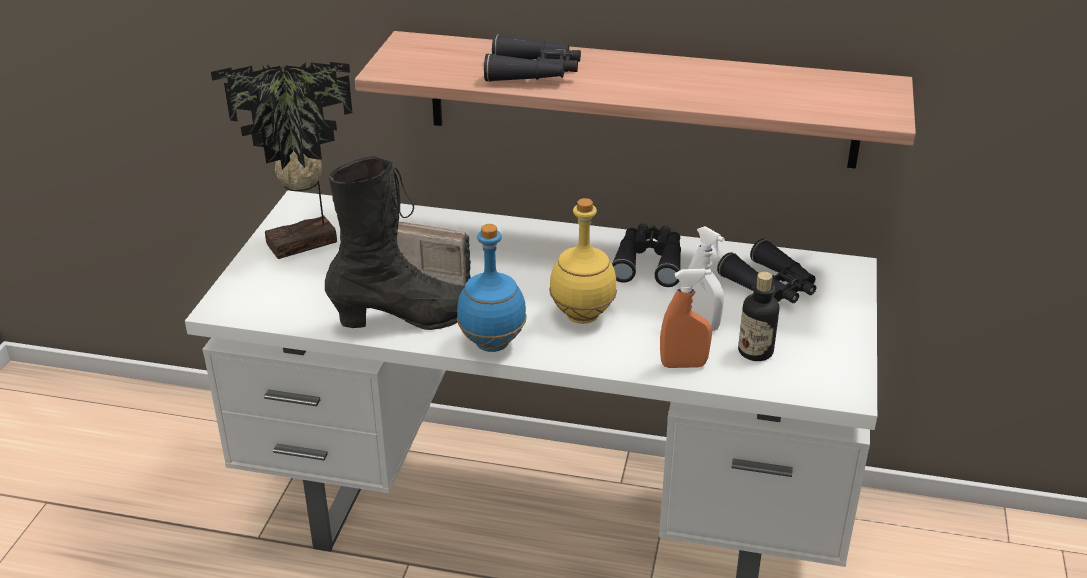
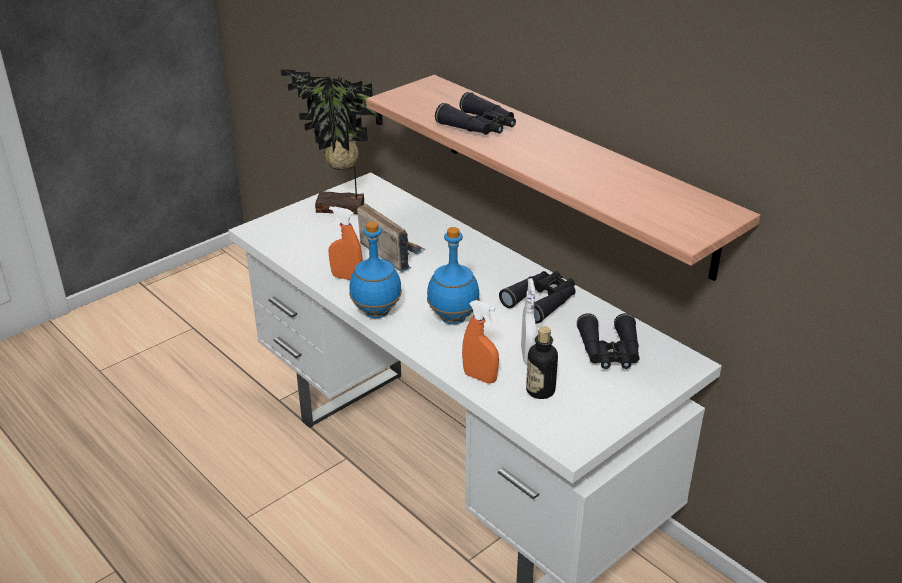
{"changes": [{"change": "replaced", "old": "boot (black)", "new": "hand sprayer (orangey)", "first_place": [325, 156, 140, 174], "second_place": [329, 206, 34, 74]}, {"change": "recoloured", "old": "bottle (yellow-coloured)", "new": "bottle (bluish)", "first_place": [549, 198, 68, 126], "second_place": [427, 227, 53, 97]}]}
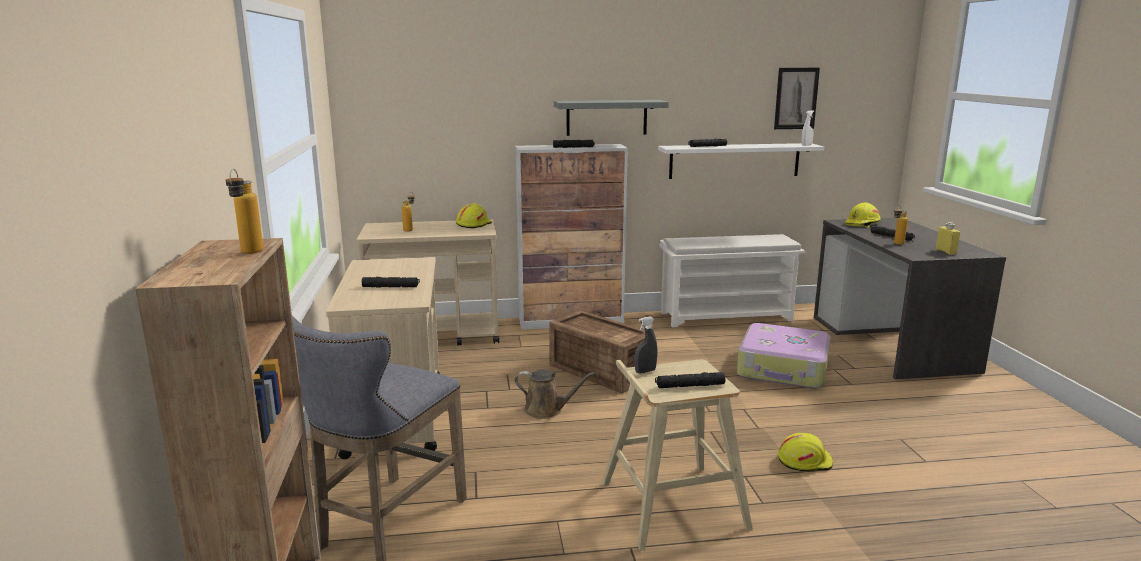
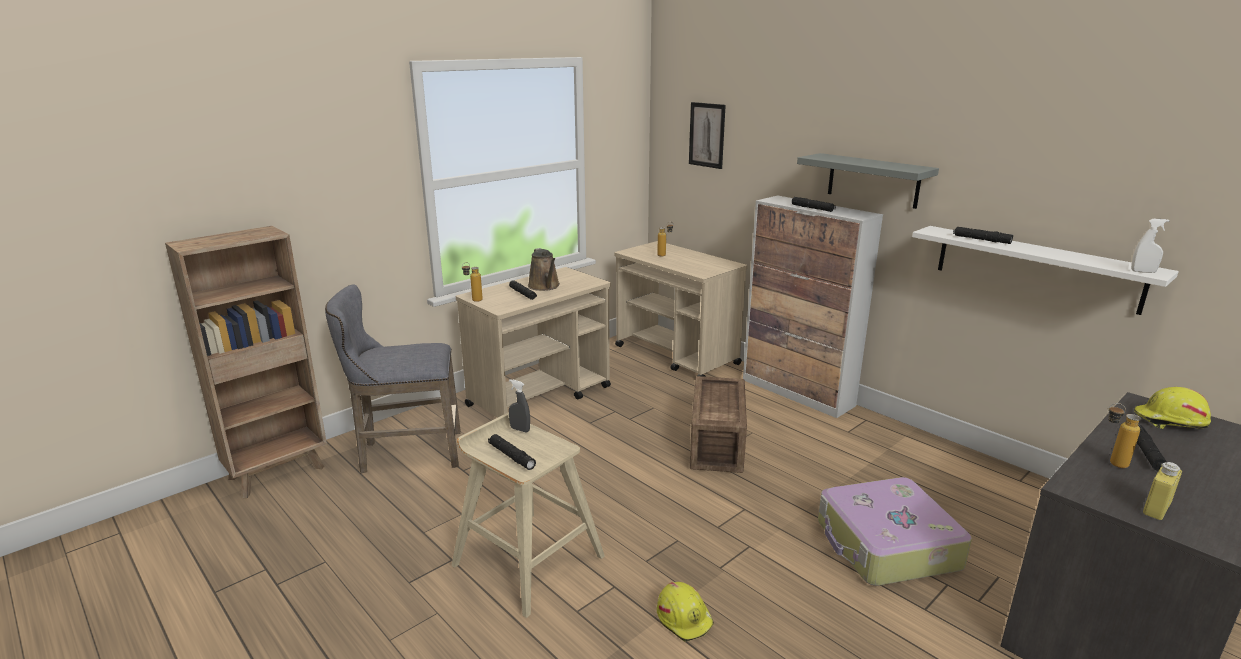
{"changes": [{"change": "moved", "old": "bottle", "first_place": [226, 169, 37, 85], "second_place": [462, 262, 21, 40]}, {"change": "removed", "old": "hard hat (yellow-coloured)", "first_place": [456, 203, 36, 26]}, {"change": "moved", "old": "watering can (brownish)", "first_place": [515, 370, 80, 49], "second_place": [528, 248, 32, 43]}, {"change": "removed", "old": "shoe rack (white-coloured)", "first_place": [659, 234, 147, 93]}, {"change": "moved", "old": "picture", "first_place": [774, 68, 46, 61], "second_place": [689, 102, 37, 67]}]}
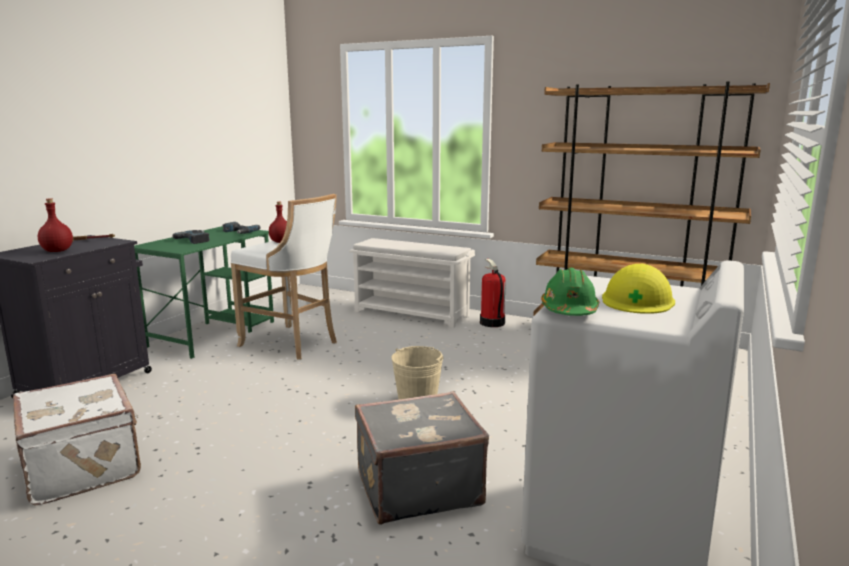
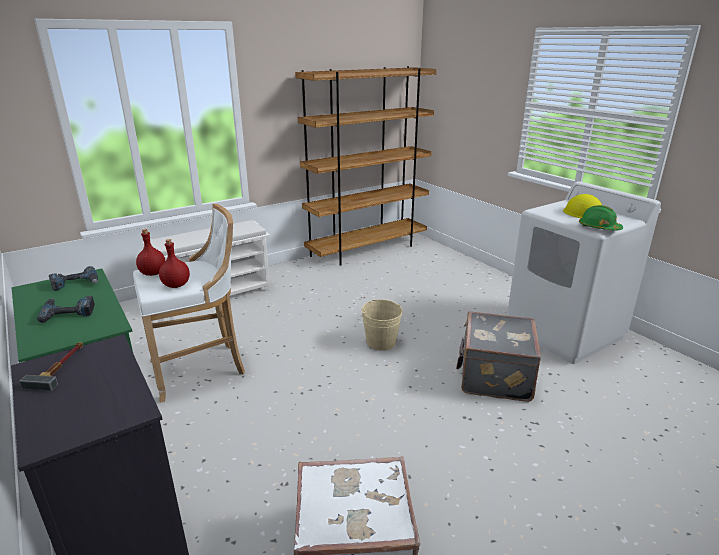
{"changes": [{"change": "moved", "old": "bottle (reddish)", "first_place": [38, 198, 35, 54], "second_place": [159, 239, 31, 49]}, {"change": "removed", "old": "fire-fighting cylinder", "first_place": [480, 259, 26, 68]}]}
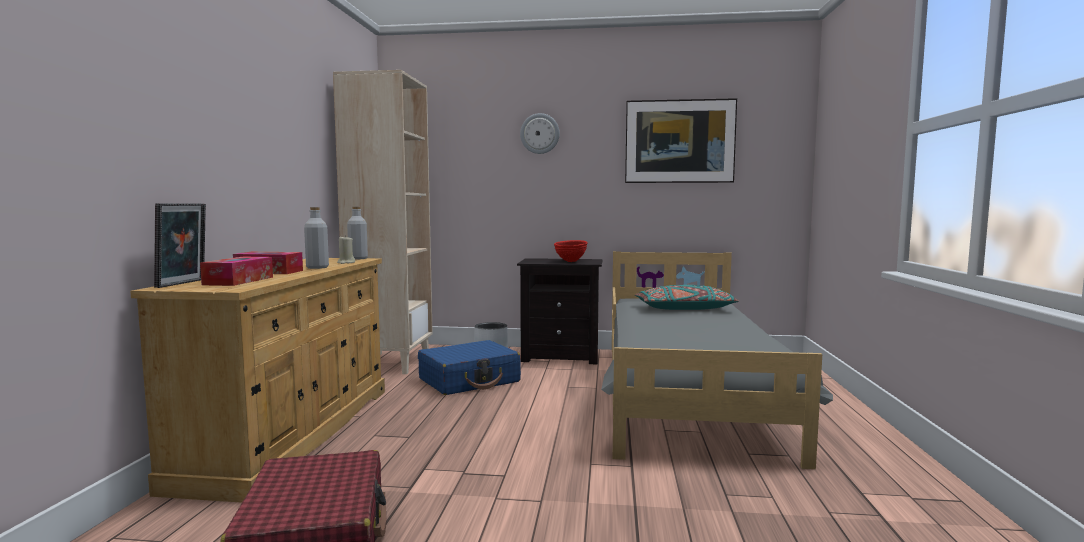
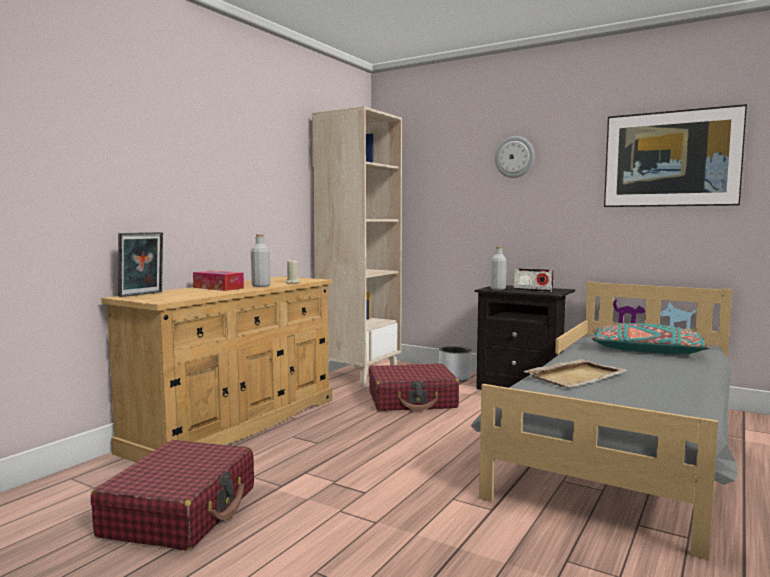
{"changes": [{"change": "removed", "old": "tissue holder", "first_place": [200, 257, 73, 29]}, {"change": "moved", "old": "bottle (gray)", "first_place": [347, 207, 21, 53], "second_place": [490, 246, 17, 44]}, {"change": "recoloured", "old": "piece of luggage (bluish)", "new": "piece of luggage (reddish)", "first_place": [418, 340, 103, 55], "second_place": [369, 364, 90, 47]}, {"change": "replaced", "old": "bowl (reddish)", "new": "radio receiver", "first_place": [554, 240, 34, 22], "second_place": [513, 268, 41, 24]}, {"change": "added", "new": "carrying tray (sand-coloured)", "second_place": [523, 359, 105, 28]}]}
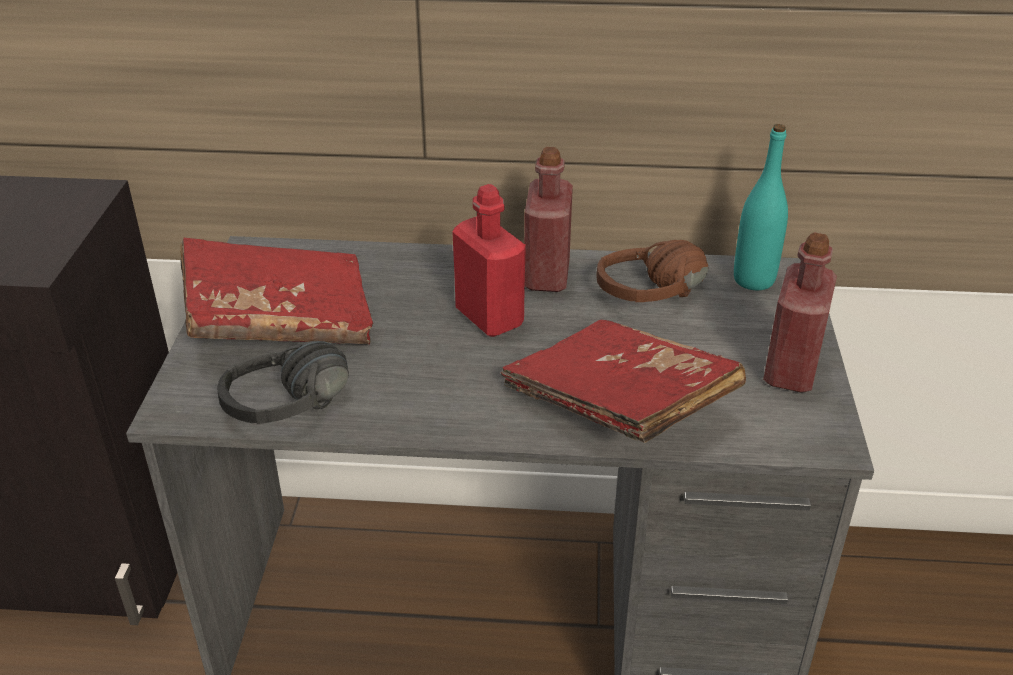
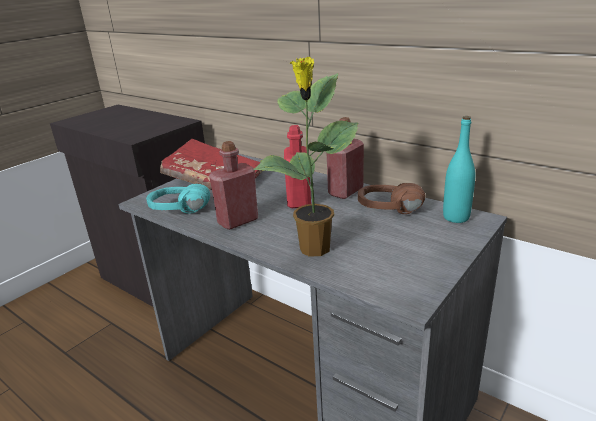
{"changes": [{"change": "recoloured", "old": "headset (black)", "new": "headset (turquoise)", "first_place": [217, 341, 132, 83], "second_place": [146, 184, 64, 30]}, {"change": "replaced", "old": "bound book (reddish)", "new": "houseplant", "first_place": [501, 320, 245, 123], "second_place": [254, 57, 104, 199]}, {"change": "moved", "old": "bottle (reddish)", "first_place": [763, 232, 74, 161], "second_place": [209, 141, 49, 89]}]}
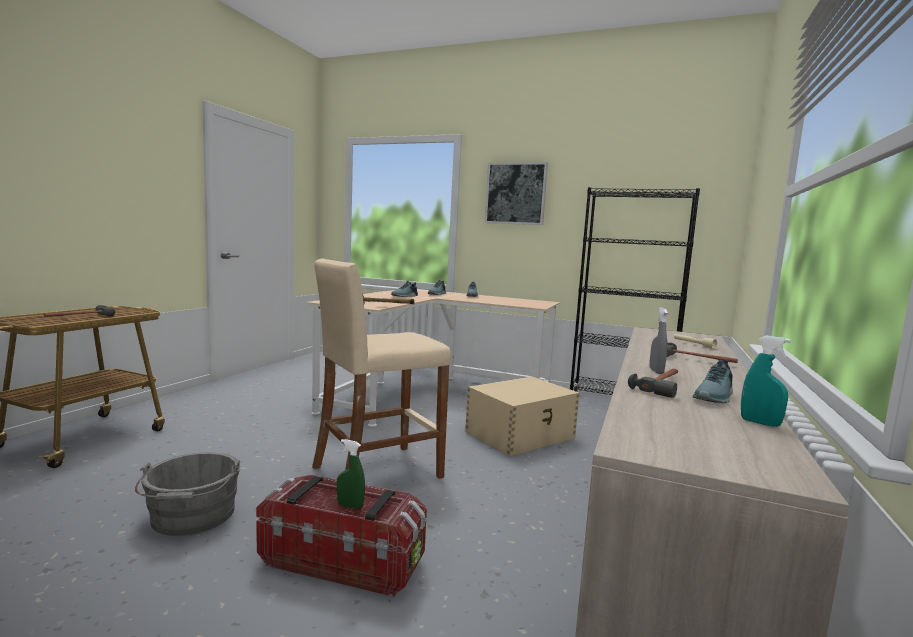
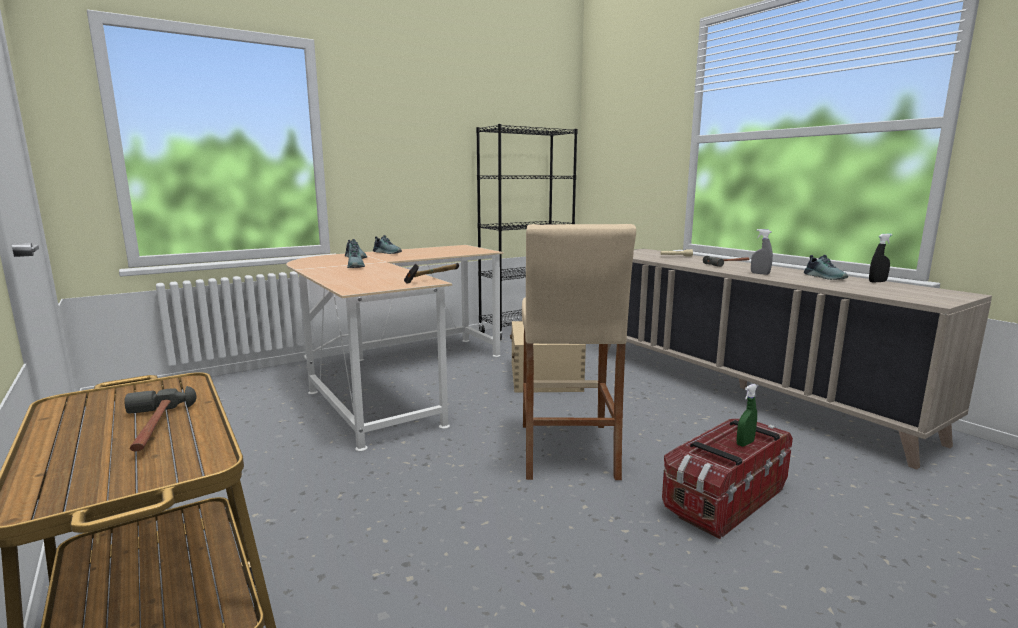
{"changes": [{"change": "removed", "old": "water bucket (gray)", "first_place": [135, 452, 105, 84]}, {"change": "removed", "old": "picture", "first_place": [485, 162, 63, 63]}, {"change": "removed", "old": "hand hammer", "first_place": [628, 369, 50, 29]}, {"change": "recoloured", "old": "hand sprayer (turquoise)", "new": "hand sprayer (black)", "first_place": [741, 335, 50, 92], "second_place": [869, 233, 24, 49]}]}
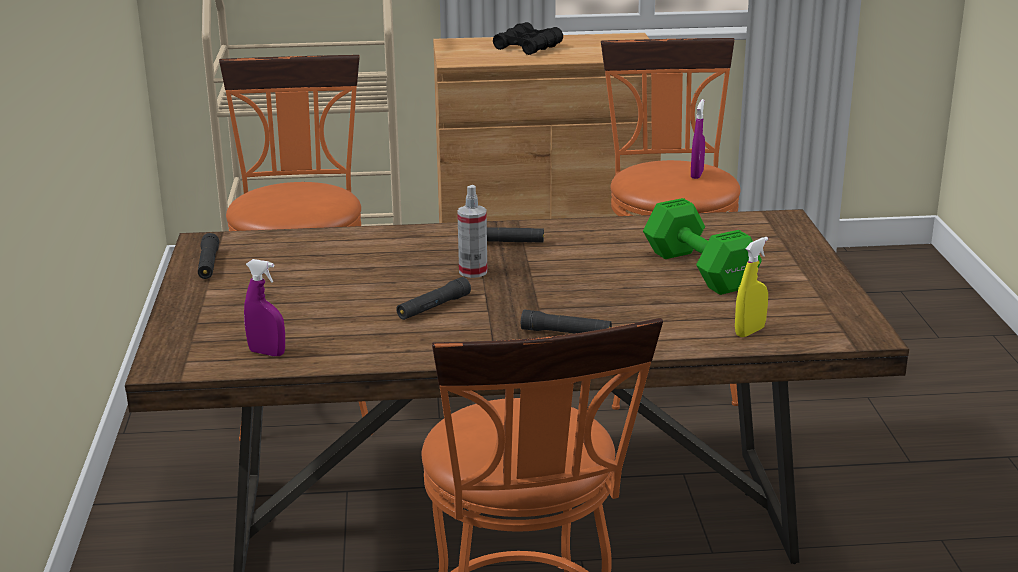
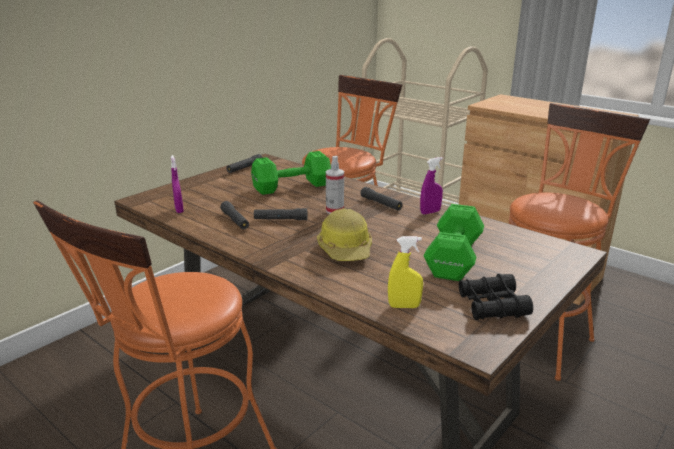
{"changes": [{"change": "moved", "old": "pair of binoculars (black)", "first_place": [493, 22, 70, 33], "second_place": [459, 274, 74, 46]}, {"change": "moved", "old": "torch (black)", "first_place": [521, 310, 91, 23], "second_place": [220, 201, 29, 28]}, {"change": "moved", "old": "hand sprayer (purple)", "first_place": [691, 99, 14, 80], "second_place": [420, 157, 23, 57]}, {"change": "added", "new": "free weight (green-coloured)", "second_place": [251, 151, 80, 44]}, {"change": "added", "new": "hard hat", "second_place": [317, 208, 55, 53]}]}
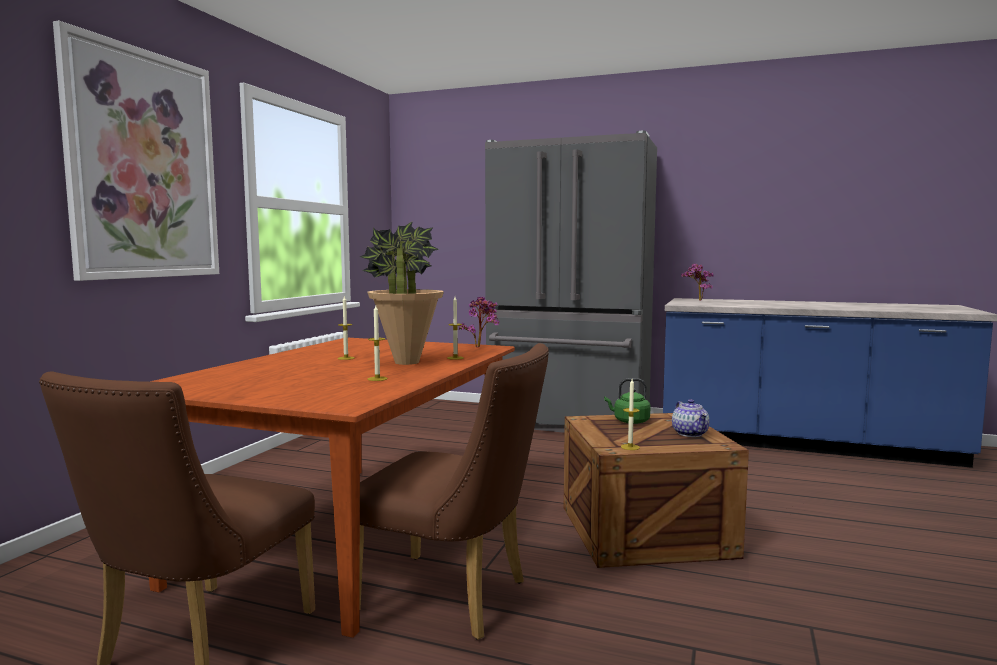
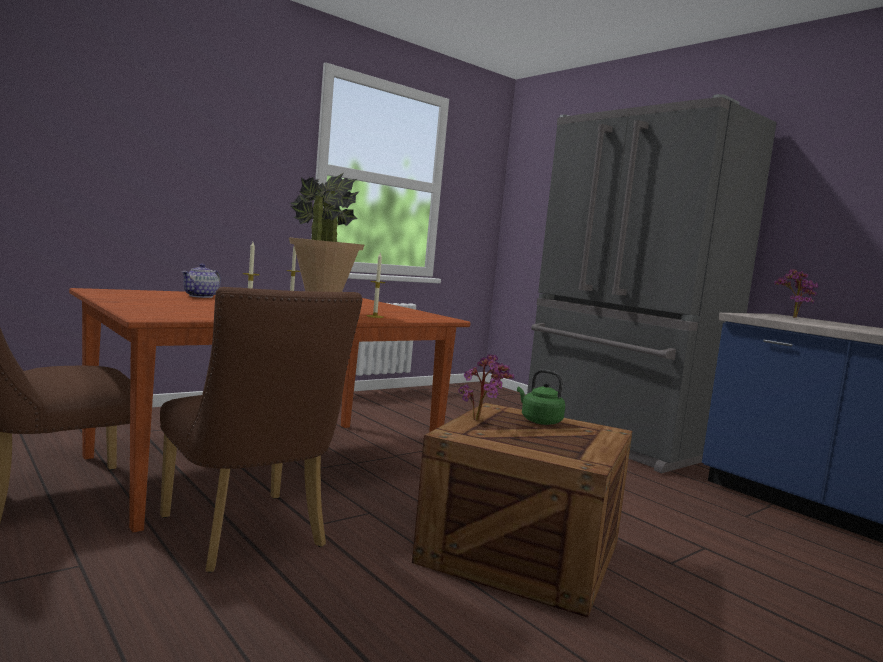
{"changes": [{"change": "removed", "old": "picture", "first_place": [53, 20, 166, 261]}, {"change": "moved", "old": "houseplant", "first_place": [459, 297, 41, 50], "second_place": [458, 354, 56, 67]}, {"change": "removed", "old": "wax candle", "first_place": [621, 379, 19, 71]}, {"change": "moved", "old": "tea pot", "first_place": [672, 399, 37, 38], "second_place": [182, 264, 39, 34]}]}
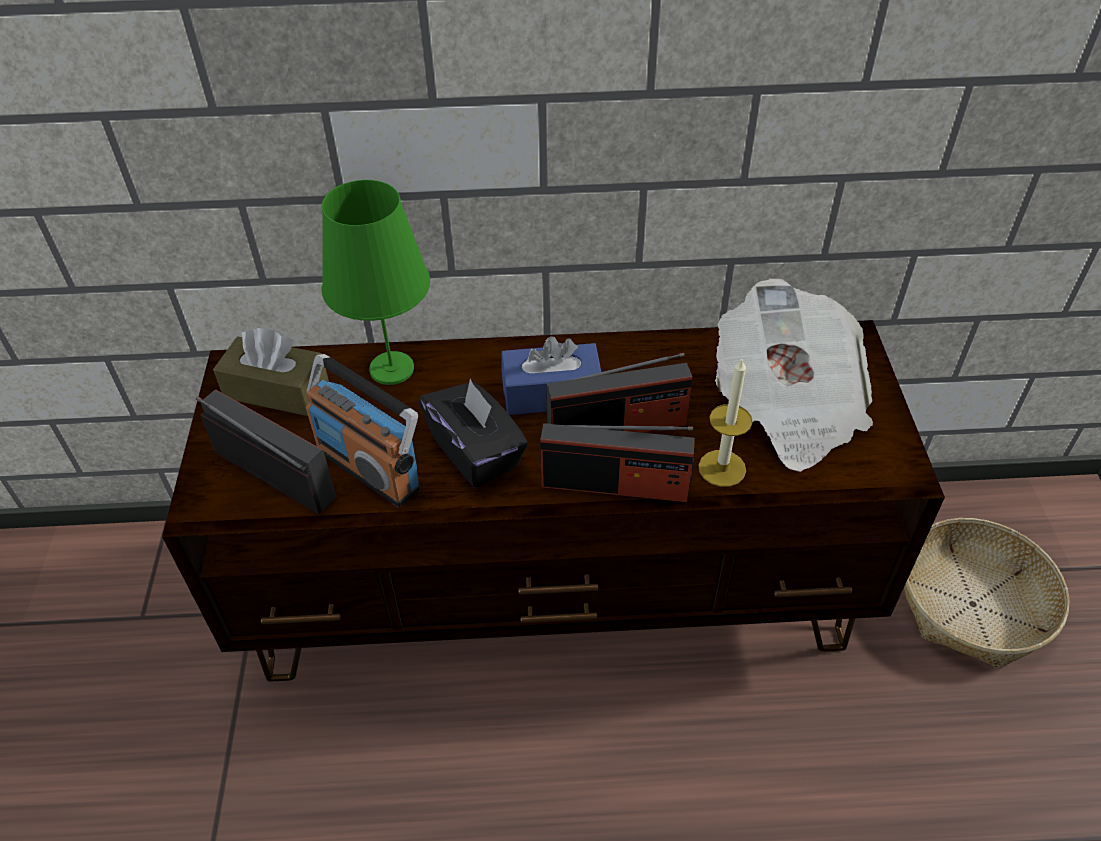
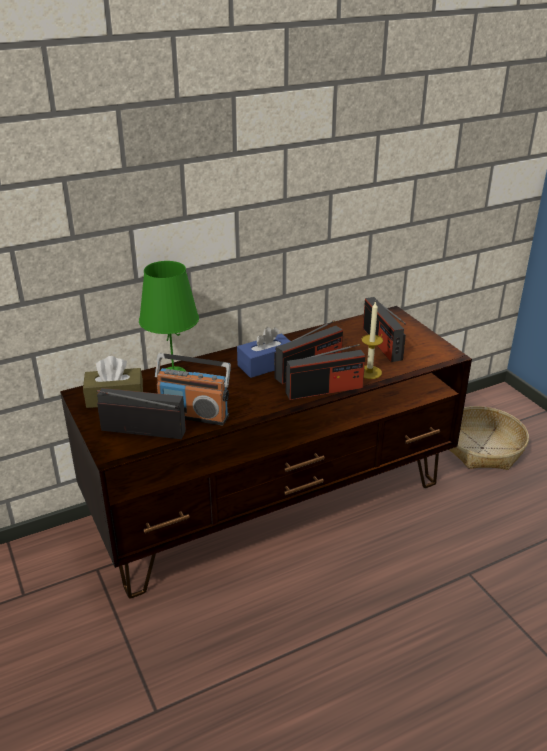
{"changes": [{"change": "removed", "old": "tissue holder (black)", "first_place": [419, 378, 109, 110]}, {"change": "replaced", "old": "newspaper", "new": "radio receiver", "first_place": [715, 278, 158, 194], "second_place": [363, 297, 43, 65]}]}
